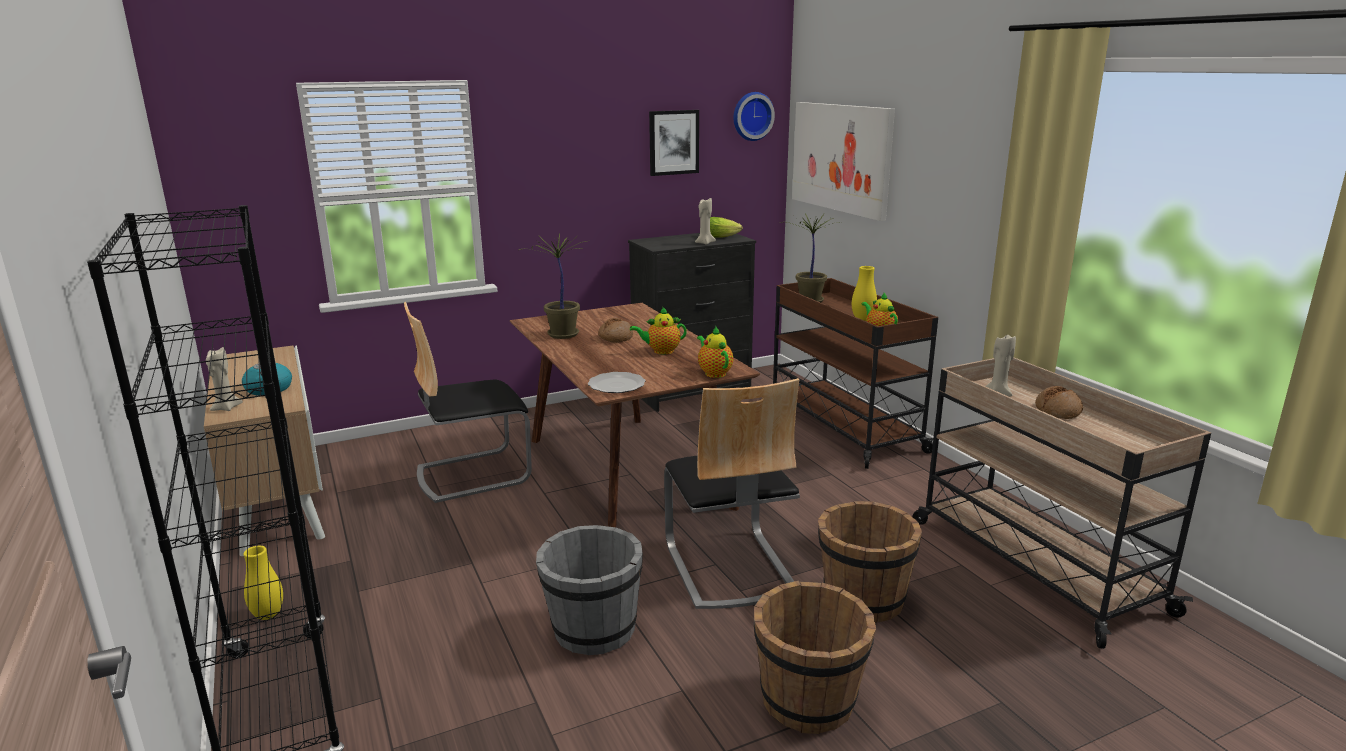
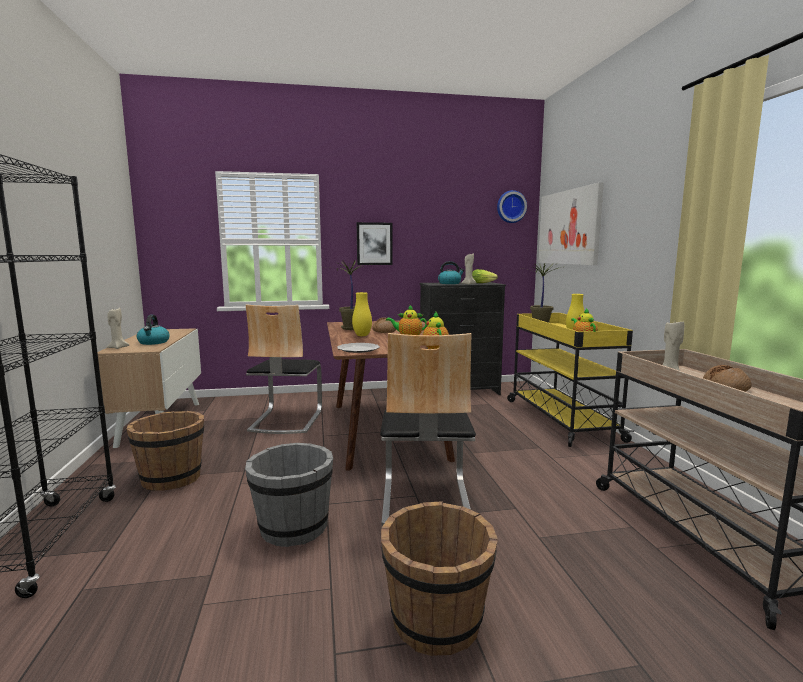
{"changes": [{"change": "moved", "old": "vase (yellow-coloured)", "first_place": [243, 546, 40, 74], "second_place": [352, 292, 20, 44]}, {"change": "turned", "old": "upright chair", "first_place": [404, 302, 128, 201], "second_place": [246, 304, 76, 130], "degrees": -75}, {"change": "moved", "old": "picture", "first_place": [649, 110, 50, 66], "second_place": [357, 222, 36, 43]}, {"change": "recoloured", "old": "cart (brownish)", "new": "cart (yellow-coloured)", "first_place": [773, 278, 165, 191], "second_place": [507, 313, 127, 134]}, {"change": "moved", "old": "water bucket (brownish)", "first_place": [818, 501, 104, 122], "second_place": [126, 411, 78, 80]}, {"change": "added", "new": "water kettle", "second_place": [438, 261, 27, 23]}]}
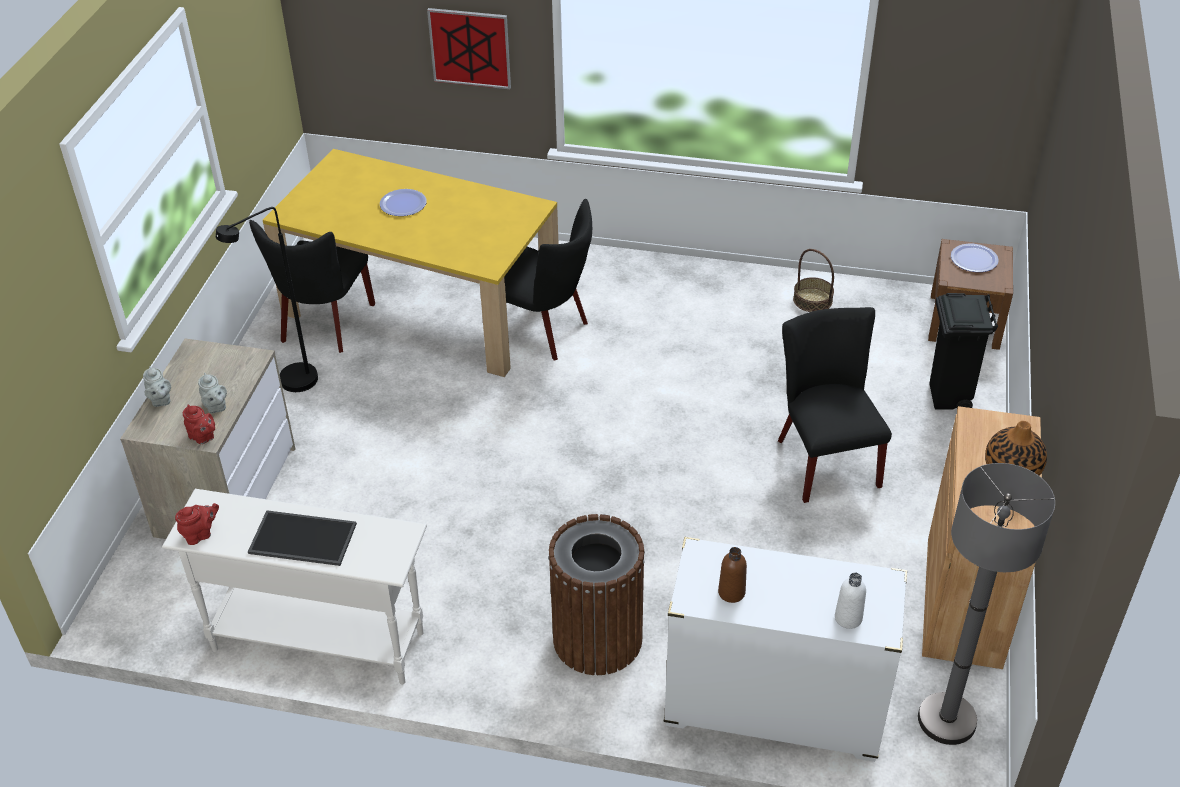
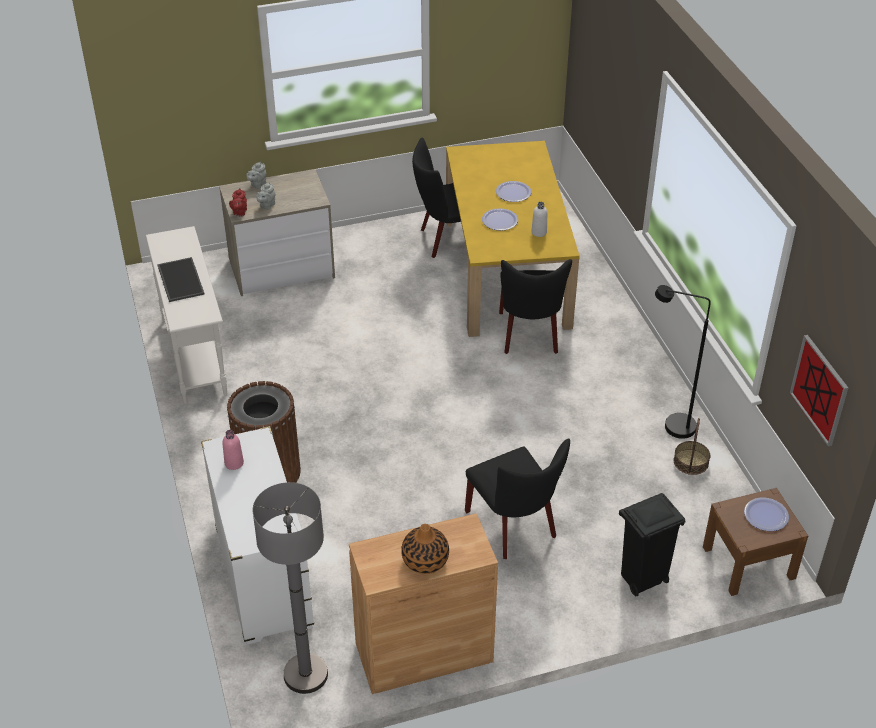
{"changes": [{"change": "removed", "old": "tea pot (reddish)", "first_place": [175, 503, 44, 42]}, {"change": "moved", "old": "floor lamp (black)", "first_place": [216, 207, 102, 185], "second_place": [655, 285, 56, 154]}, {"change": "moved", "old": "picture", "first_place": [427, 8, 84, 81], "second_place": [790, 335, 58, 111]}, {"change": "recoloured", "old": "bottle (brownish)", "new": "bottle (pink-coloured)", "first_place": [718, 547, 29, 56], "second_place": [222, 430, 22, 40]}, {"change": "turned", "old": "upright chair (black)", "first_place": [778, 307, 114, 196], "second_place": [465, 438, 105, 121], "degrees": 105}, {"change": "moved", "old": "bottle (white-coloured)", "first_place": [835, 572, 31, 57], "second_place": [531, 202, 16, 35]}, {"change": "added", "new": "plate", "second_place": [482, 208, 36, 23]}]}
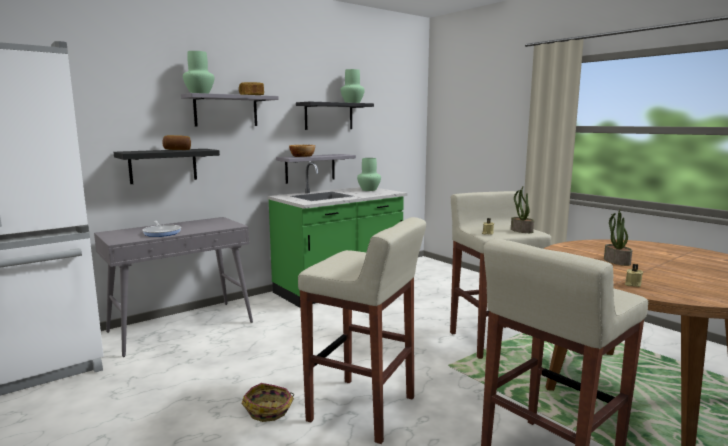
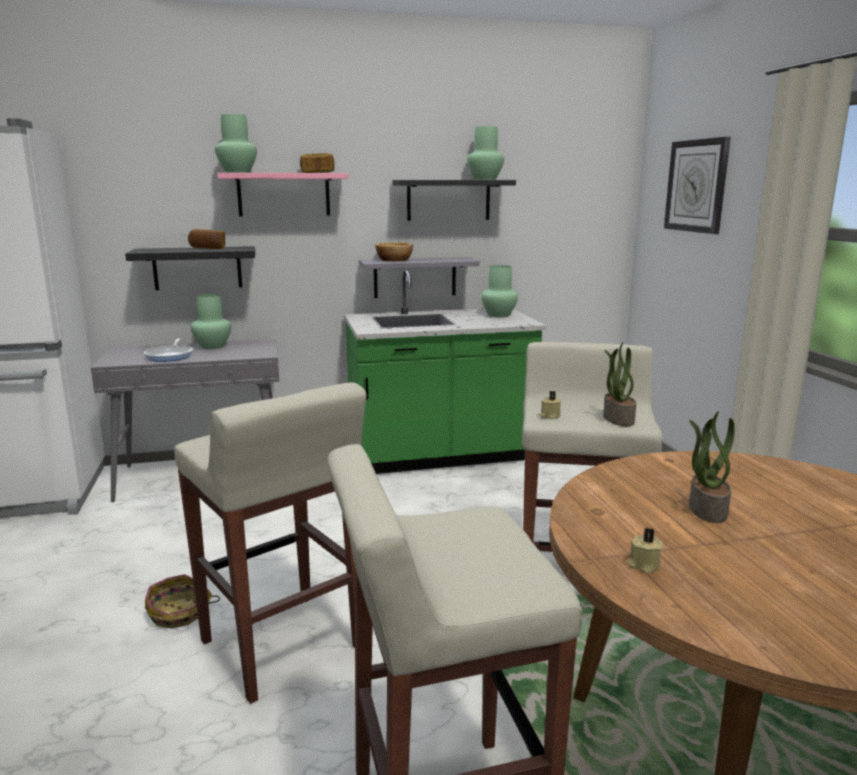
{"changes": [{"change": "recoloured", "old": "bracket shelf (gray)", "new": "bracket shelf (pink-coloured)", "first_place": [181, 93, 98, 33], "second_place": [217, 173, 131, 43]}, {"change": "added", "new": "vase (green-coloured)", "second_place": [190, 294, 41, 55]}, {"change": "added", "new": "clock on the wall", "second_place": [664, 137, 67, 97]}]}
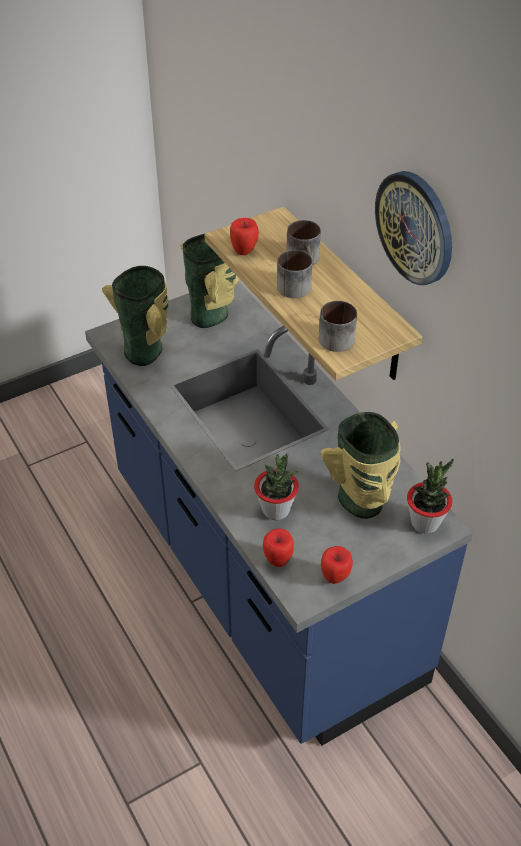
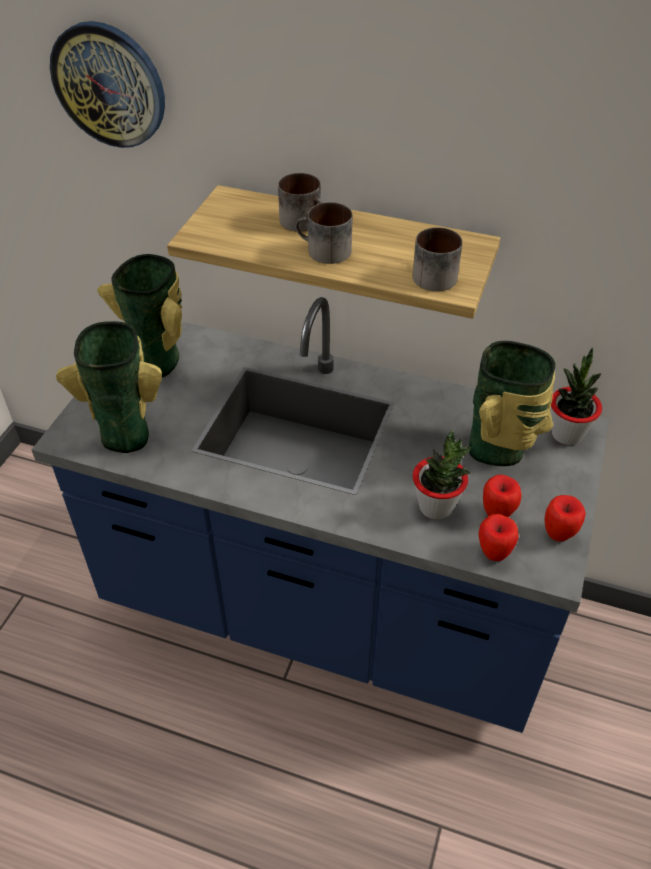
{"changes": [{"change": "moved", "old": "apple fruit", "first_place": [230, 218, 29, 37], "second_place": [483, 475, 39, 42]}, {"change": "moved", "old": "clock on the wall", "first_place": [375, 171, 77, 114], "second_place": [50, 21, 115, 127]}]}
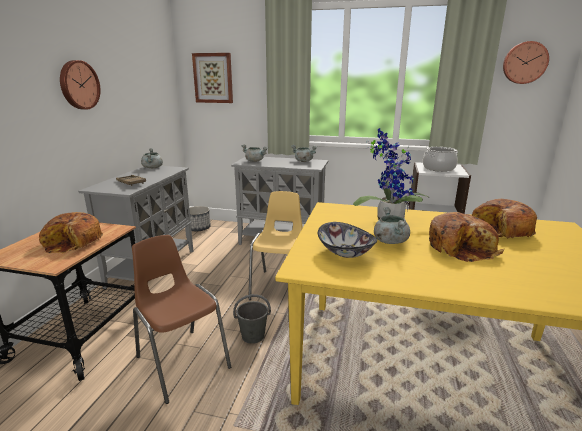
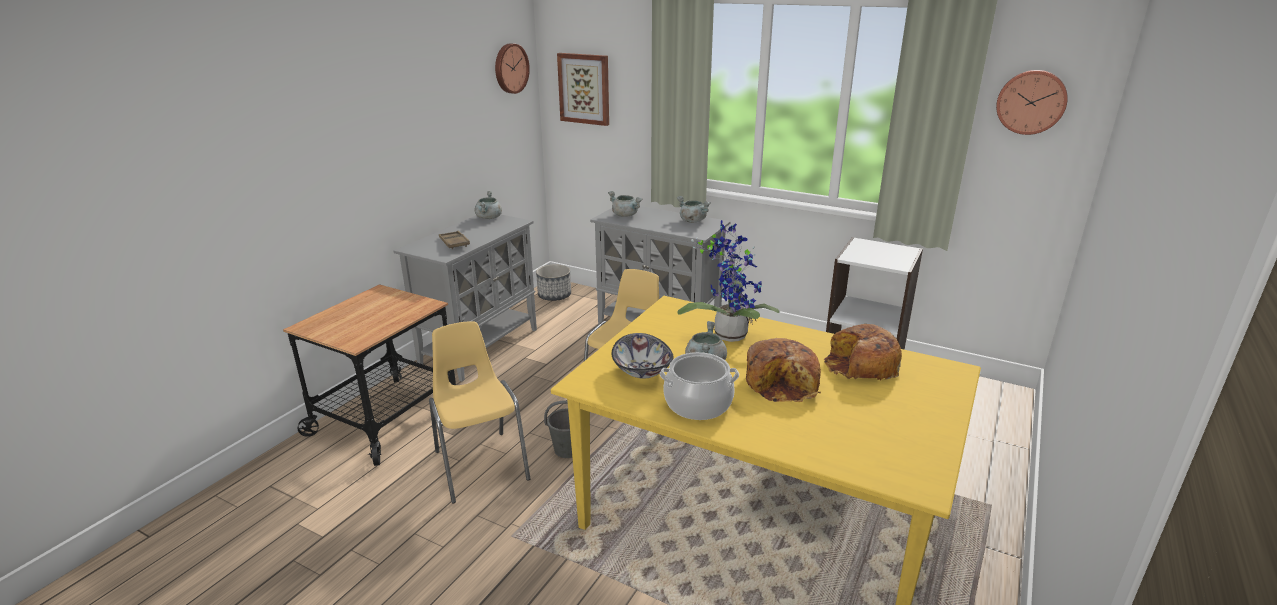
{"changes": [{"change": "removed", "old": "bread", "first_place": [39, 212, 64, 41]}, {"change": "moved", "old": "clock on the wall", "first_place": [60, 60, 41, 49], "second_place": [495, 43, 35, 51]}, {"change": "recoloured", "old": "upright chair (brownish)", "new": "upright chair (yellow-coloured)", "first_place": [132, 235, 99, 169], "second_place": [429, 321, 101, 183]}, {"change": "moved", "old": "stockpot", "first_place": [423, 147, 35, 25], "second_place": [660, 352, 79, 68]}]}
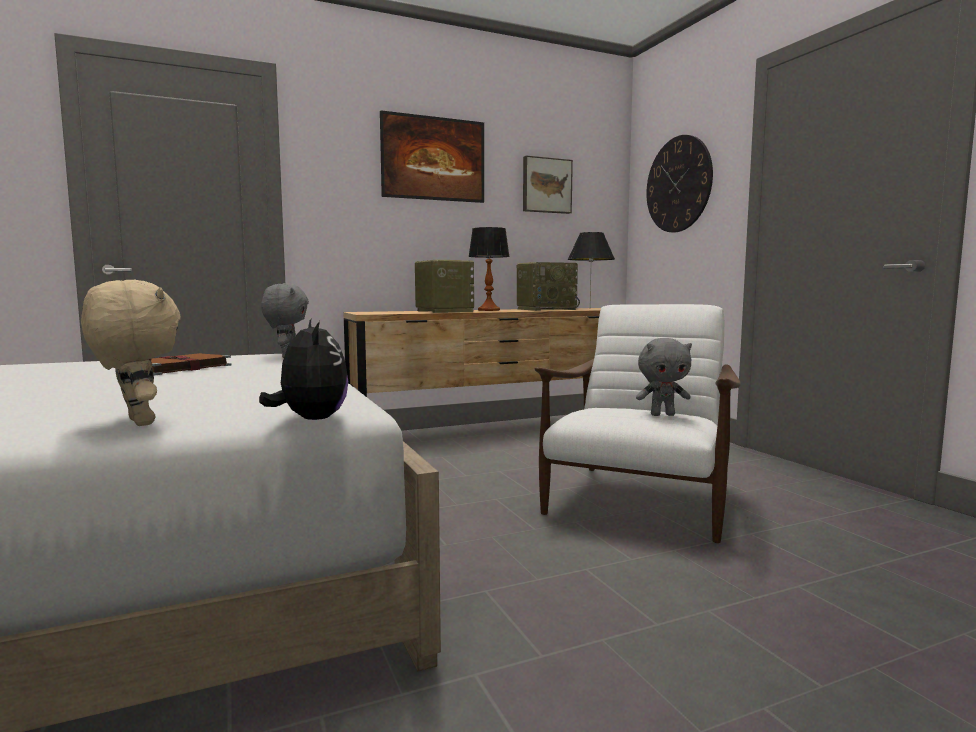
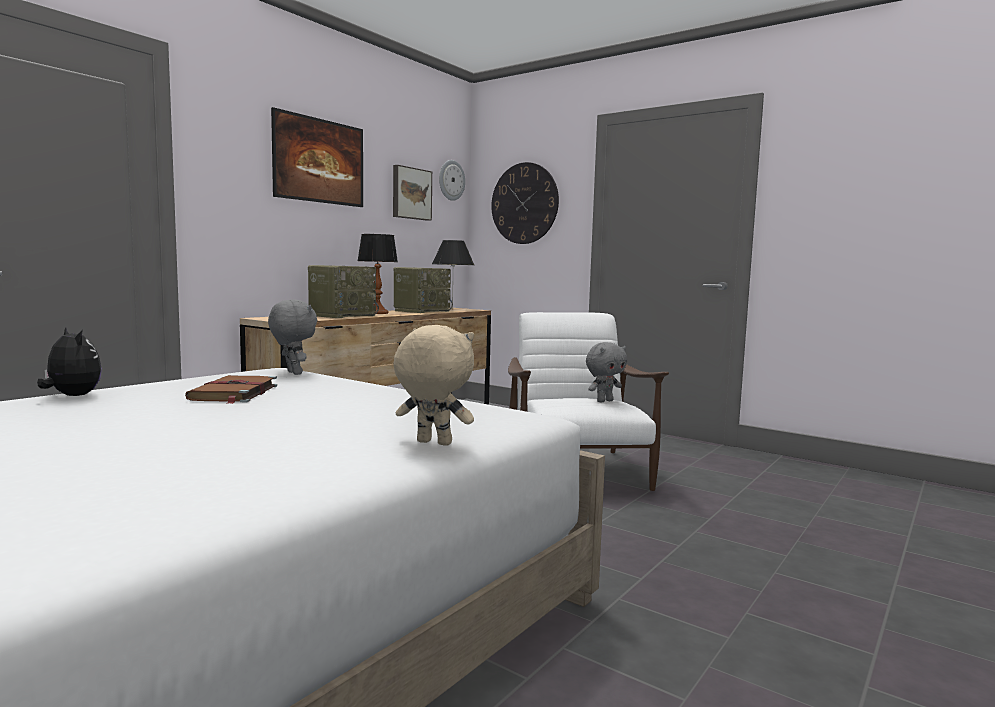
{"changes": [{"change": "moved", "old": "cuddly toy", "first_place": [259, 319, 89, 101], "second_place": [37, 328, 65, 68]}, {"change": "turned", "old": "radio receiver", "first_place": [415, 260, 59, 53], "second_place": [308, 265, 71, 53], "degrees": 90}, {"change": "added", "new": "clock on the wall", "second_place": [439, 160, 26, 41]}]}
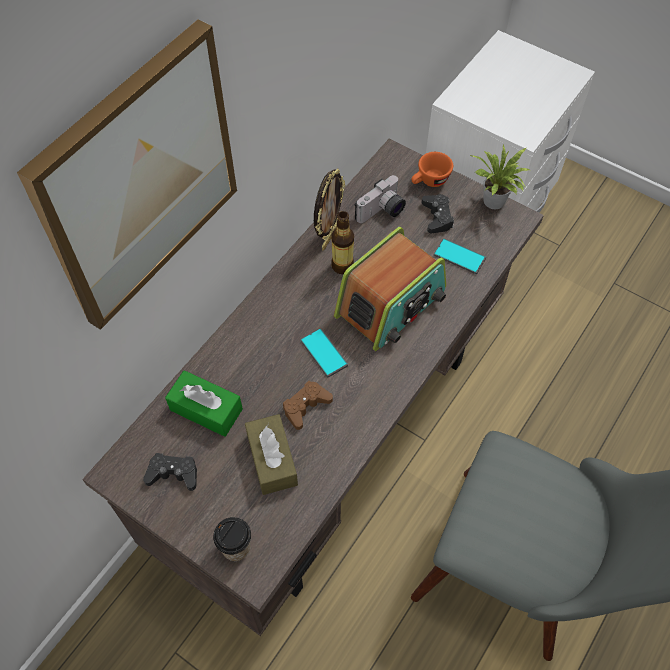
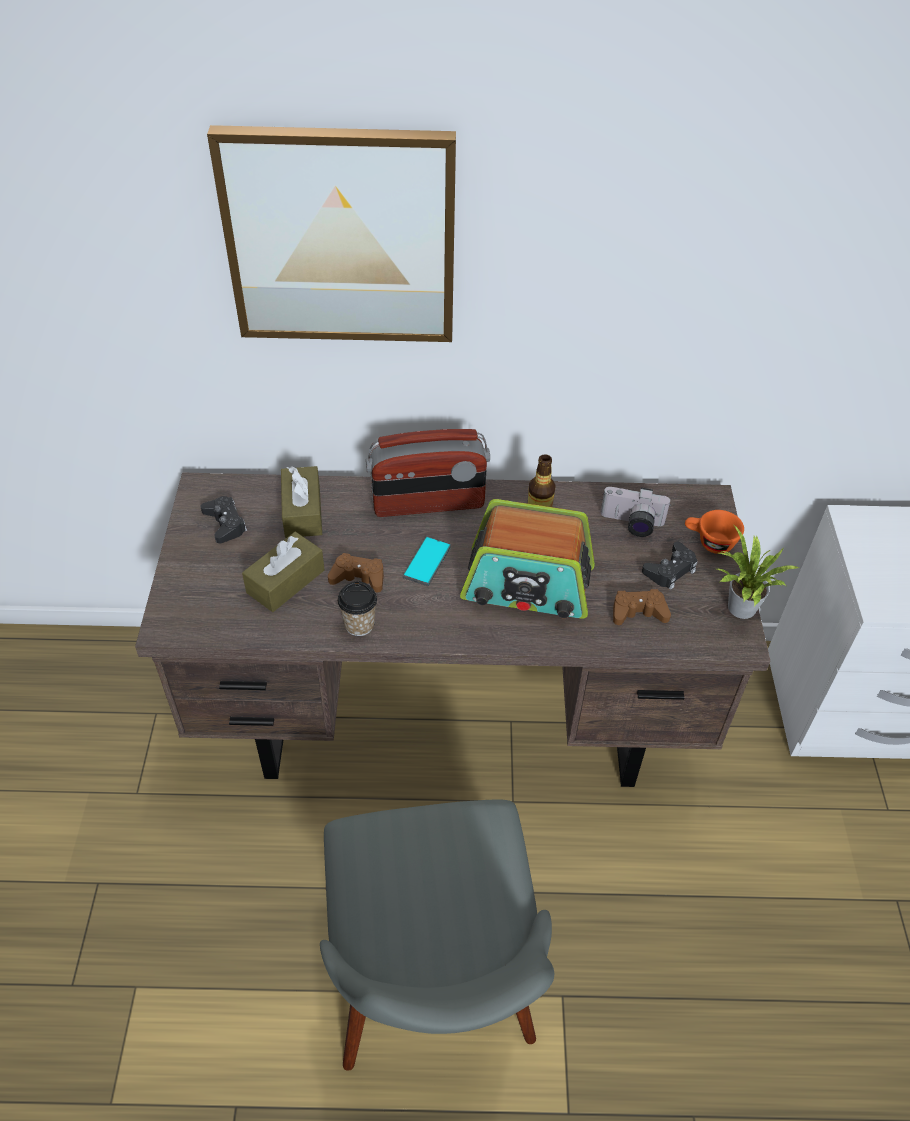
{"changes": [{"change": "recoloured", "old": "tissue holder (green-coloured)", "new": "tissue holder (brownish)", "first_place": [165, 370, 78, 67], "second_place": [281, 466, 41, 72]}, {"change": "moved", "old": "cup", "first_place": [213, 517, 38, 44], "second_place": [338, 582, 39, 54]}, {"change": "removed", "old": "standing frame", "first_place": [314, 168, 31, 82]}, {"change": "replaced", "old": "telephone", "new": "game controller (brownish)", "first_place": [434, 238, 52, 36], "second_place": [613, 589, 58, 36]}, {"change": "added", "new": "radio receiver", "second_place": [366, 429, 124, 88]}]}
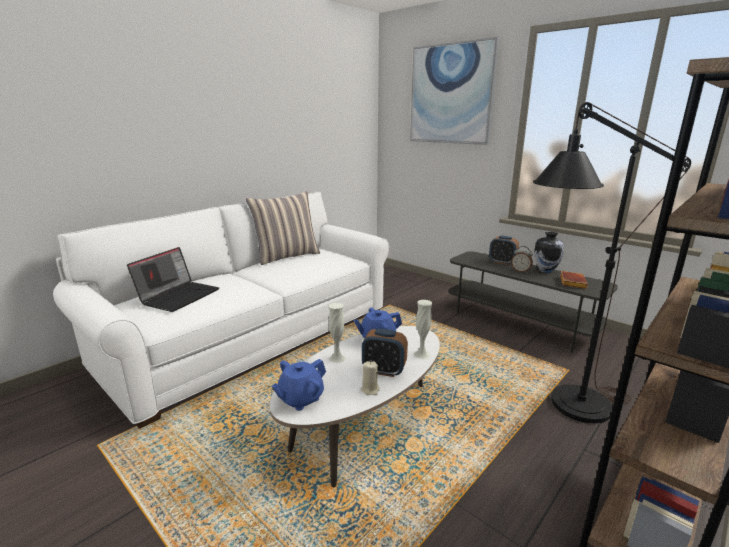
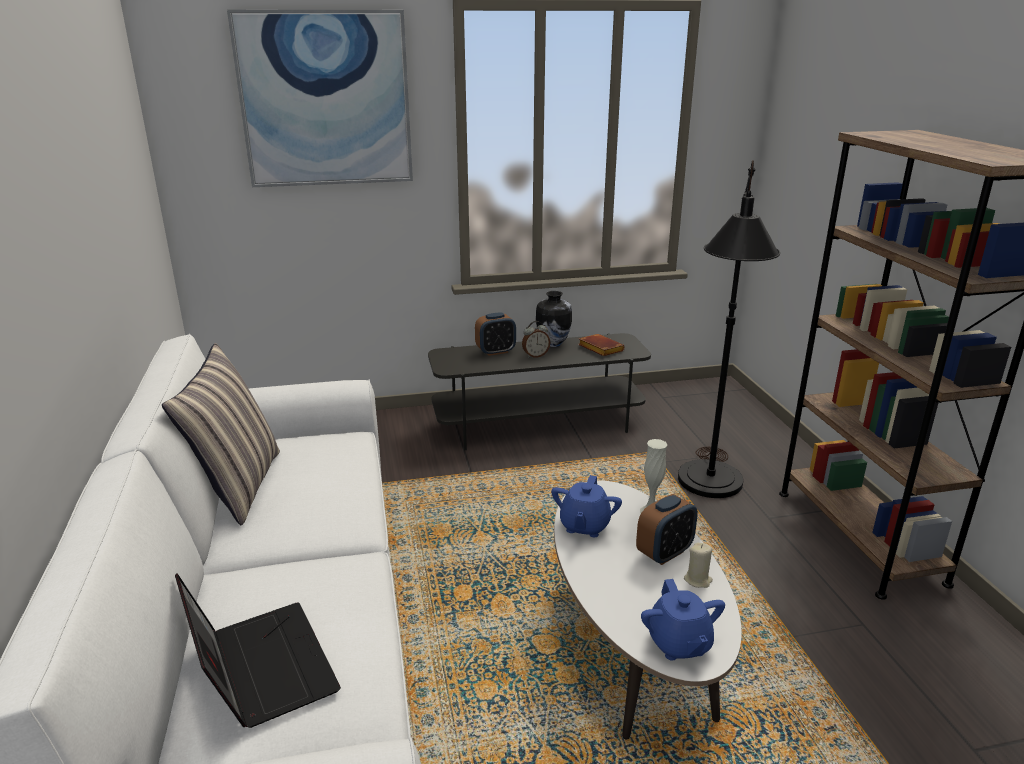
{"changes": [{"change": "removed", "old": "vase (white-coloured)", "first_place": [329, 303, 17, 60]}]}
